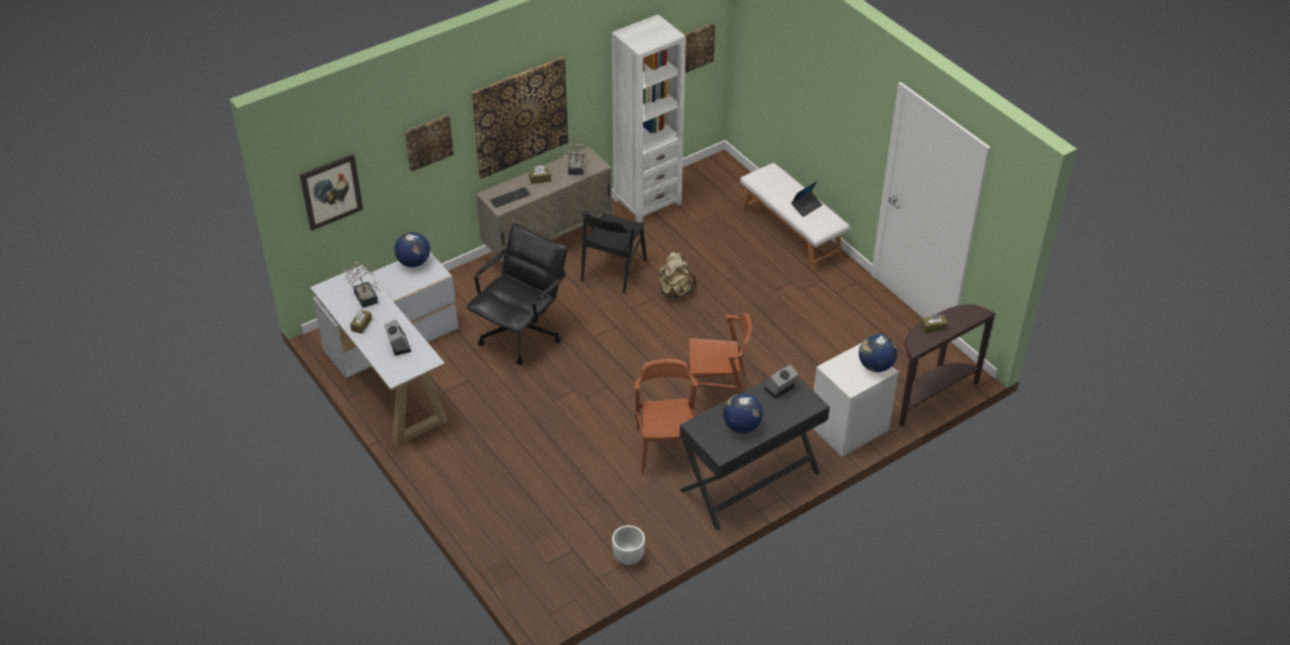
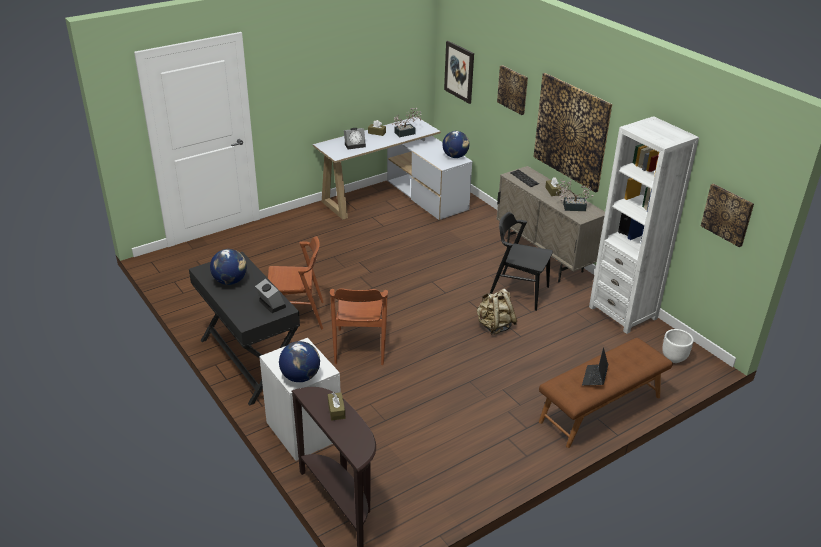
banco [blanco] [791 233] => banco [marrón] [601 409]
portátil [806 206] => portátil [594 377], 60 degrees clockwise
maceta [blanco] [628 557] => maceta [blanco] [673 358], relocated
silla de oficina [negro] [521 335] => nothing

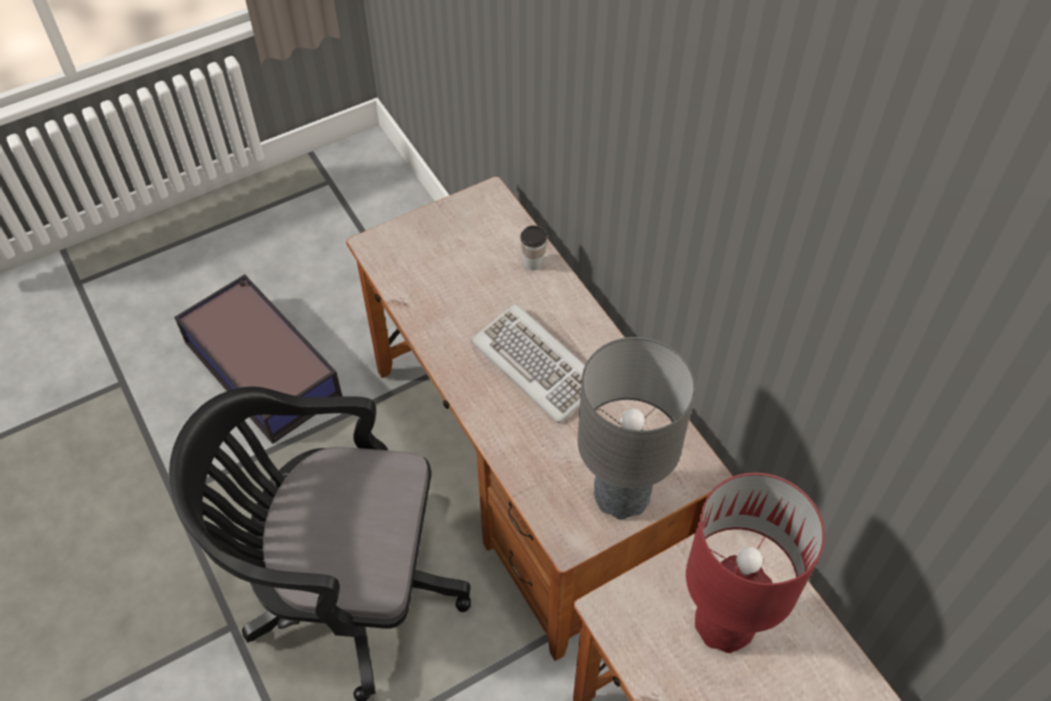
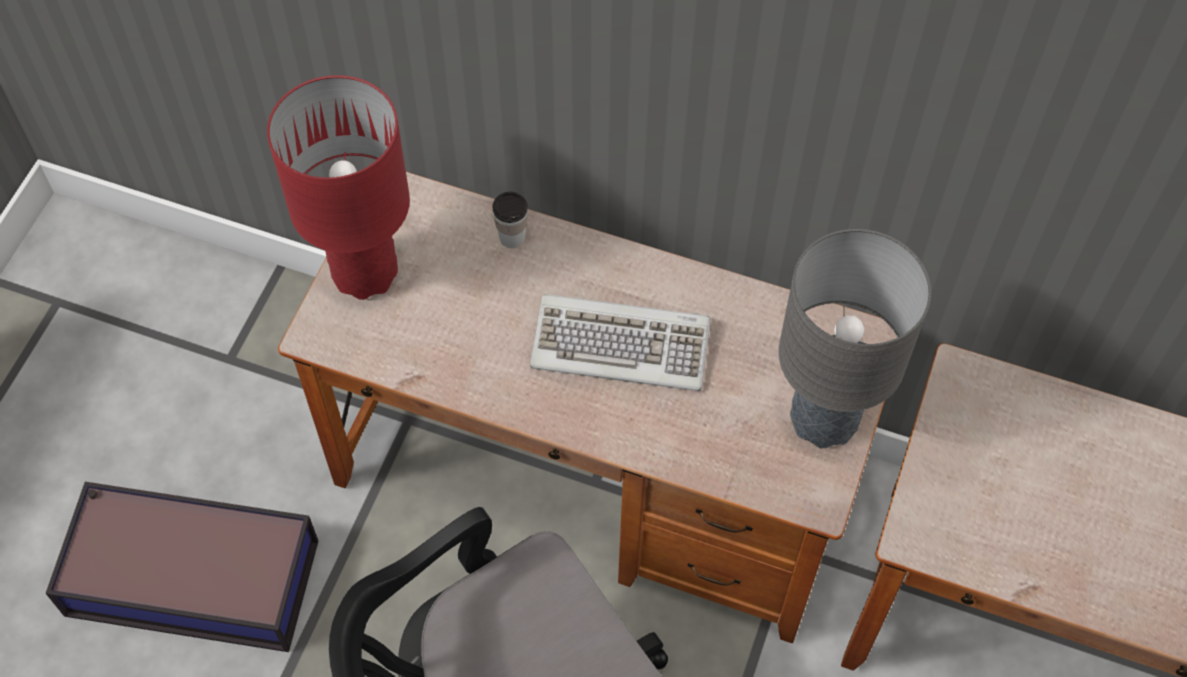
lámpara de mesa [rojo] [725 624] => lámpara de mesa [rojo] [365 272], relocated

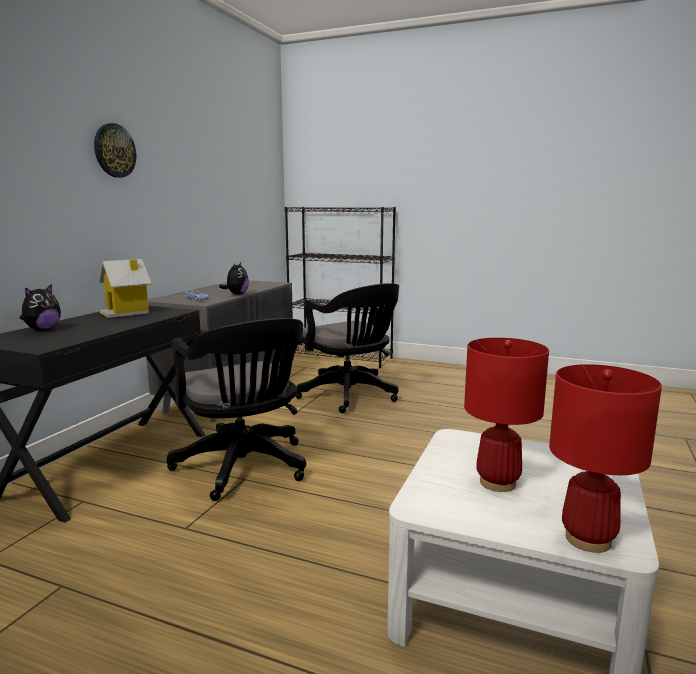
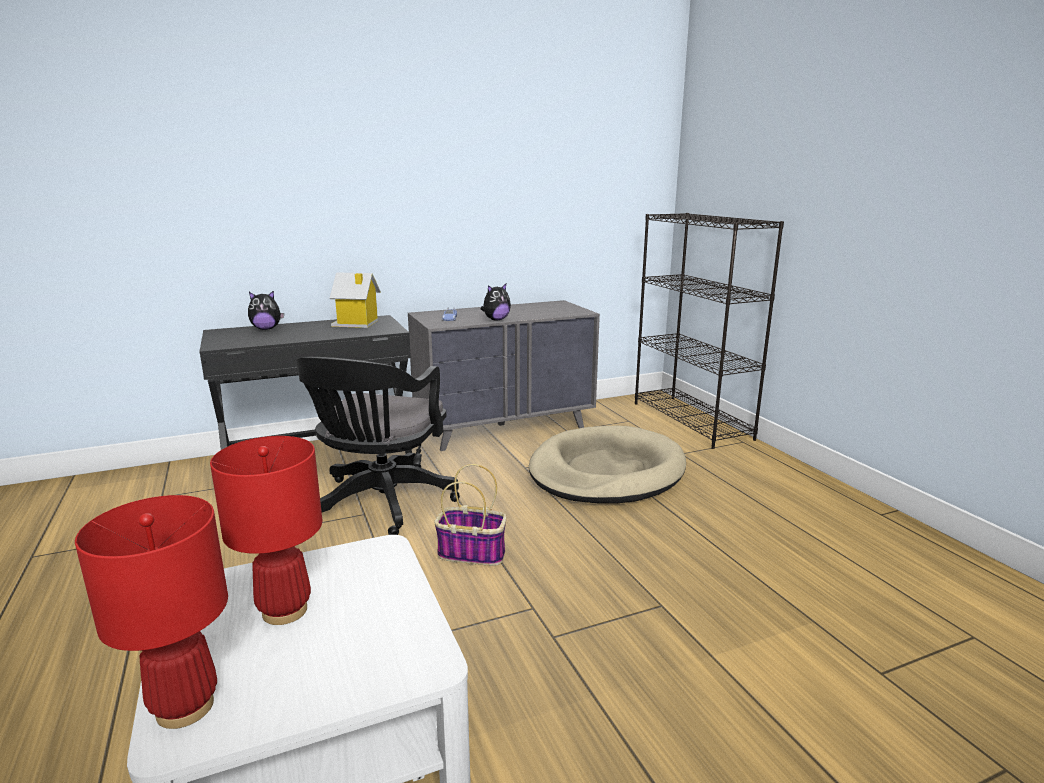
nothing => cesta [473 553]
silla de oficina [negro] [350 396] => cama para perro [beis] [606 471]
reloj de pared [114 150] => nothing

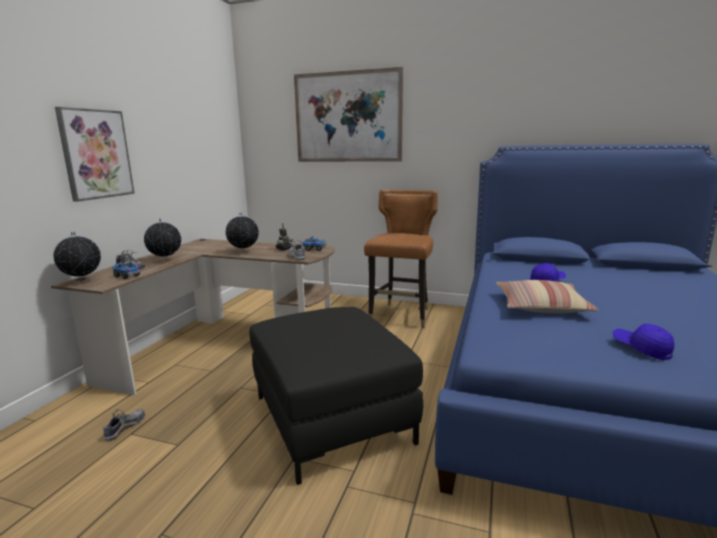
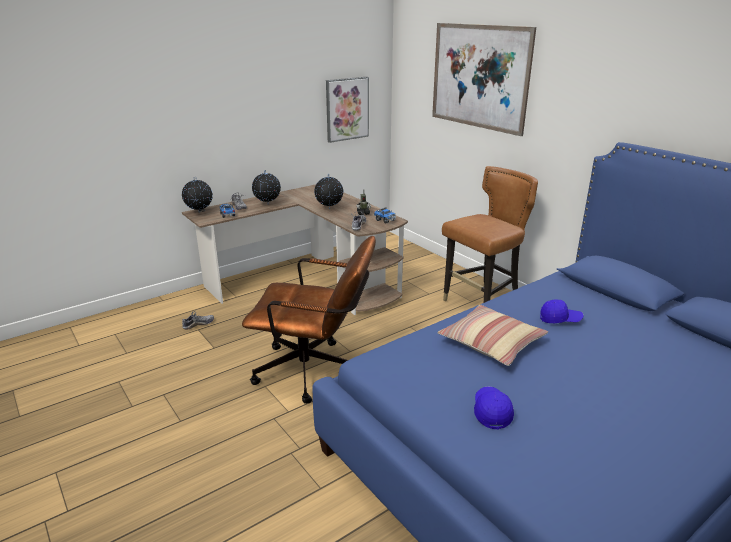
puf [negro] [332 419] => silla de oficina [marrón] [315 372]
cuadro [96 154] => cuadro [347 109], relocated

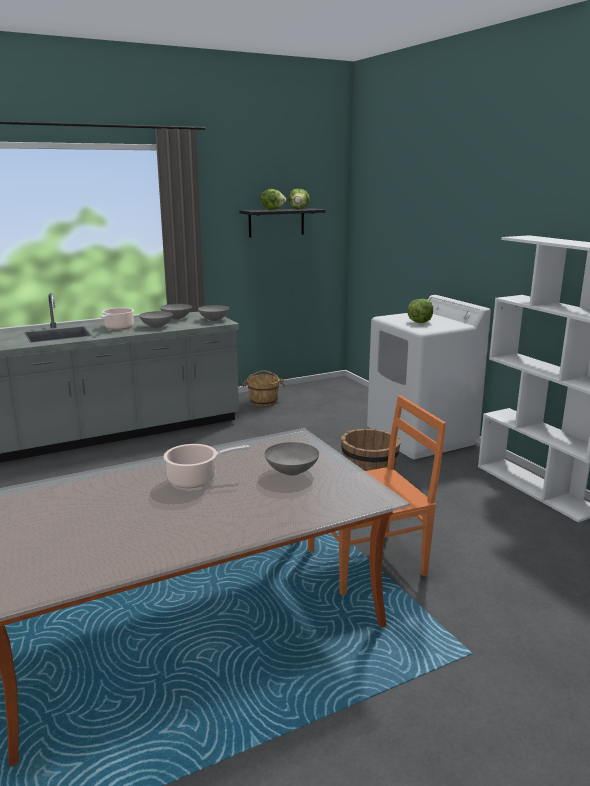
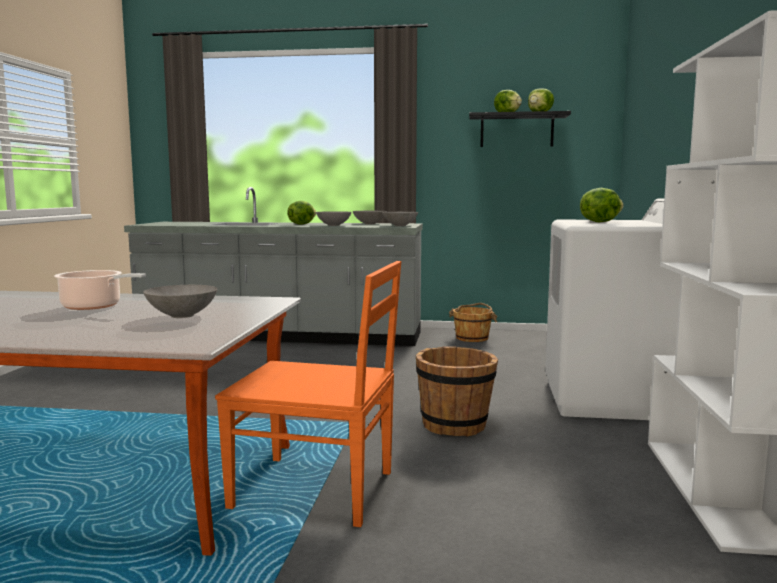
olla [118 327] => lechuga [301 224]

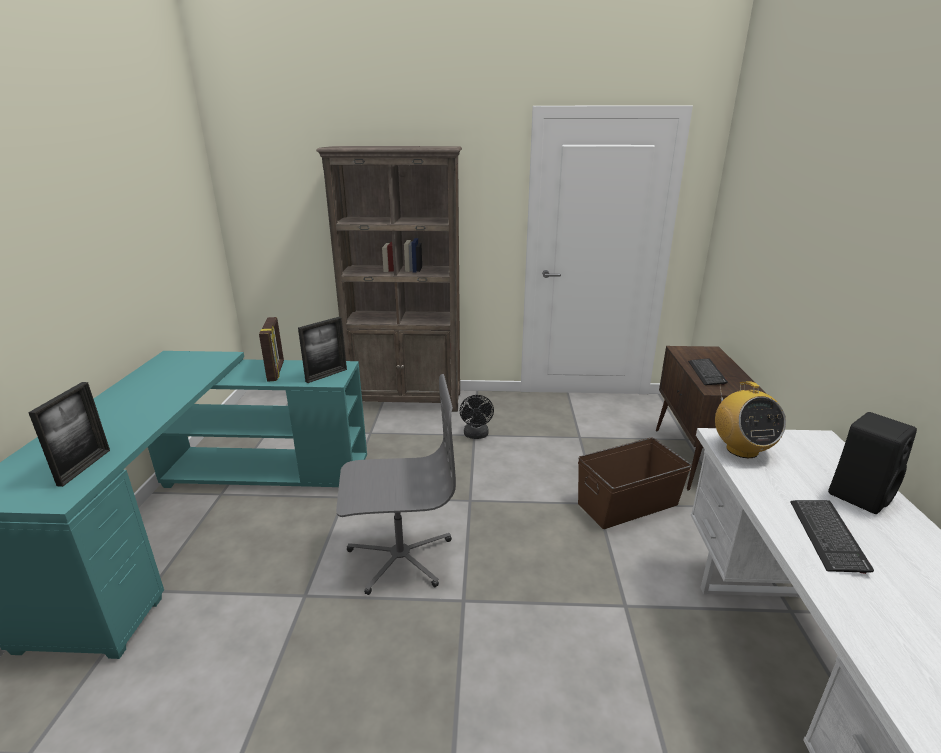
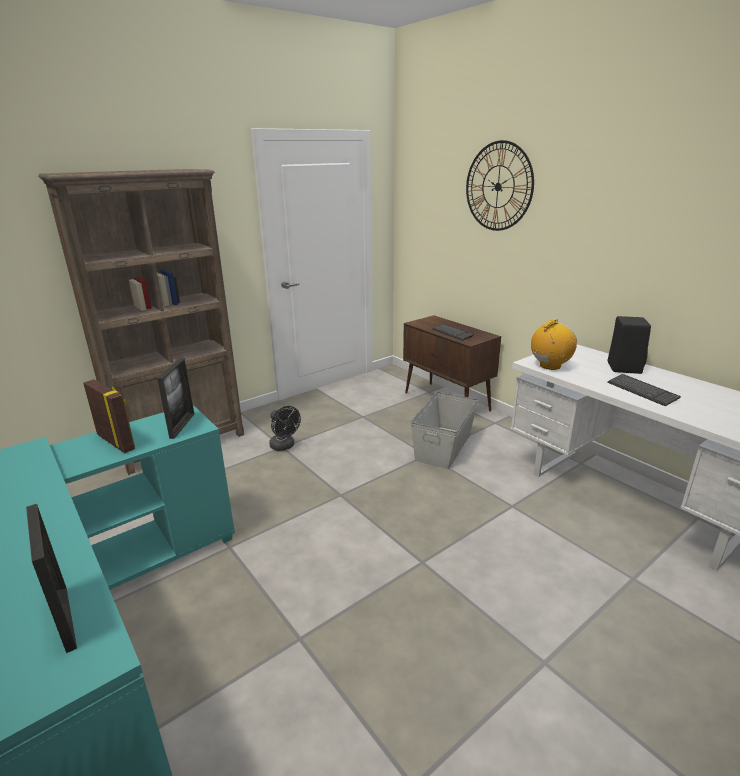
caja de almacenaje [marrón] [628 504] => caja de almacenaje [gris] [444 446]
nothing => reloj de pared [498 186]
radio [741 450] => radio [550 365], 75 degrees counterclockwise
silla de oficina [gris] [400 556] => nothing

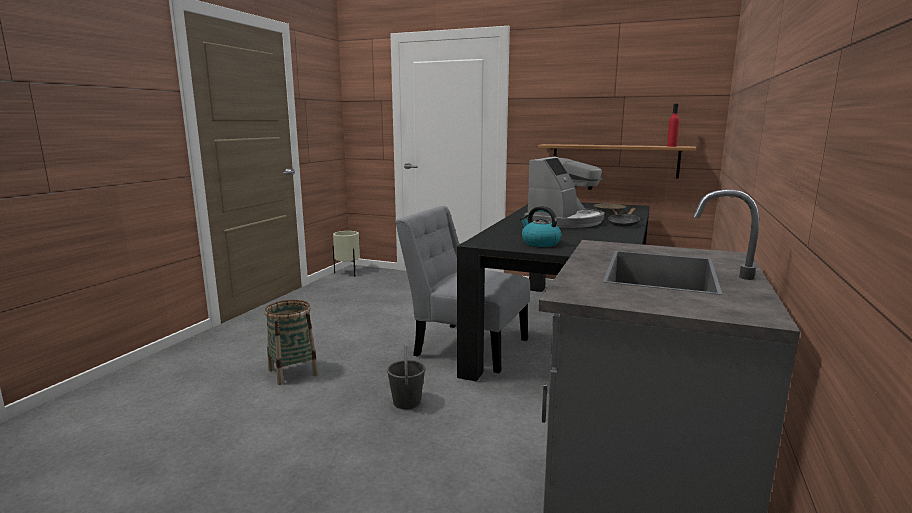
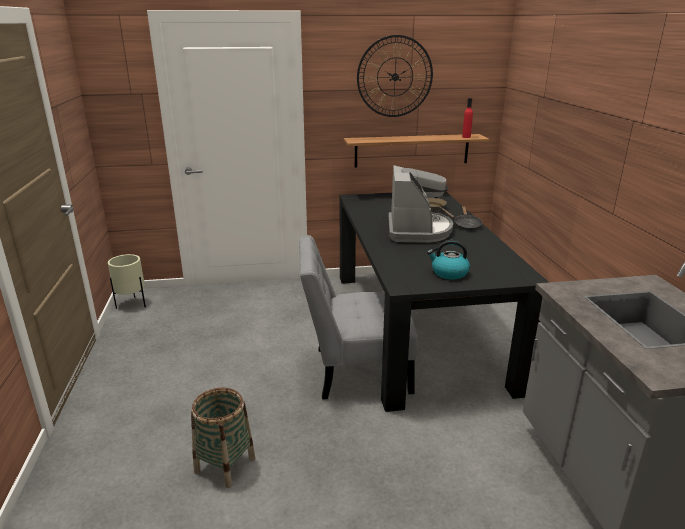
nothing => reloj de pared [395 77]
cubo [gris] [407 402] => nothing

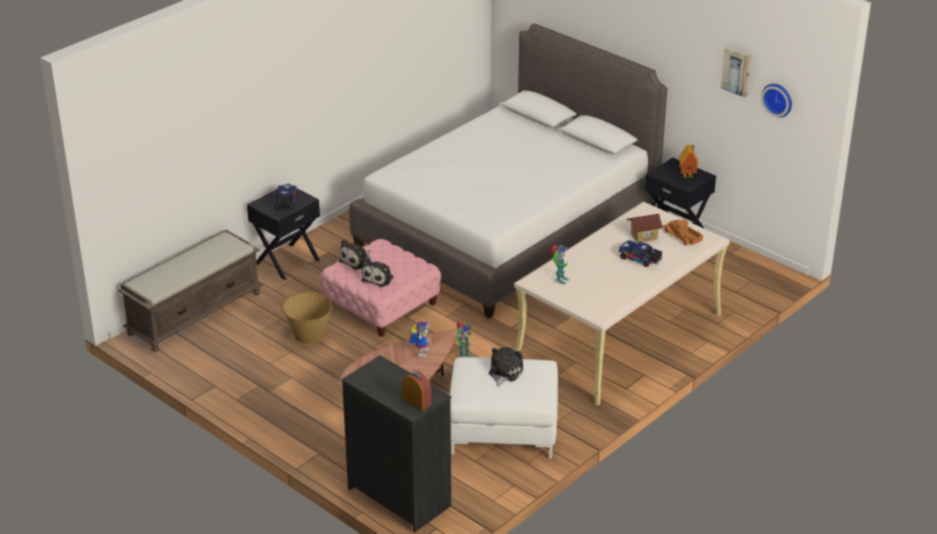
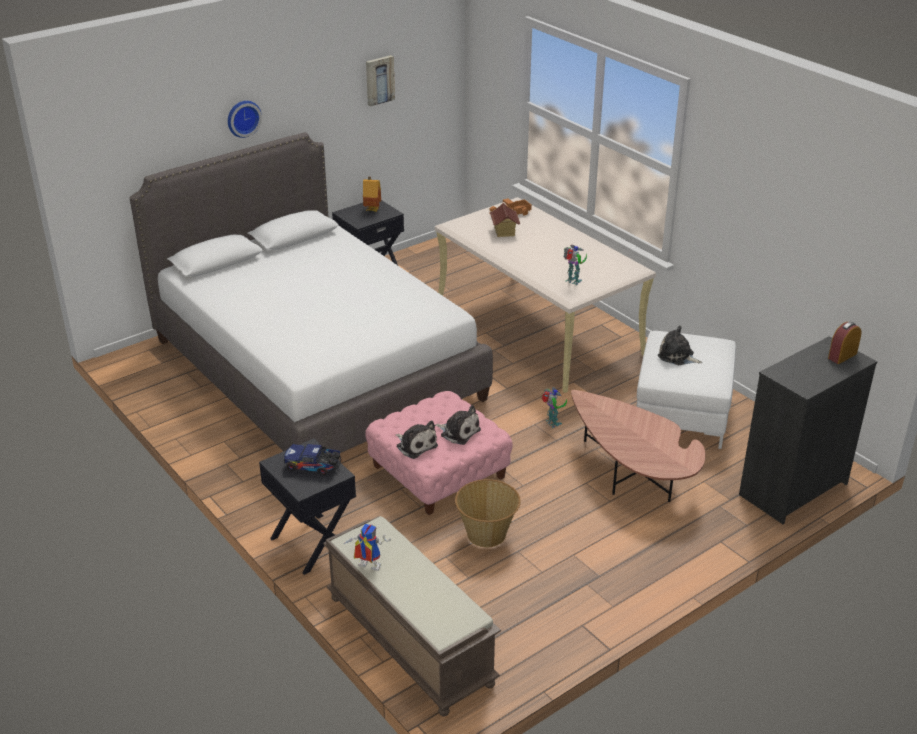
reloj de pared [778 99] => reloj de pared [243 118], relocated
robot de juguete [420 351] => robot de juguete [366 567], relocated
camión de juguete [640 259] => nothing

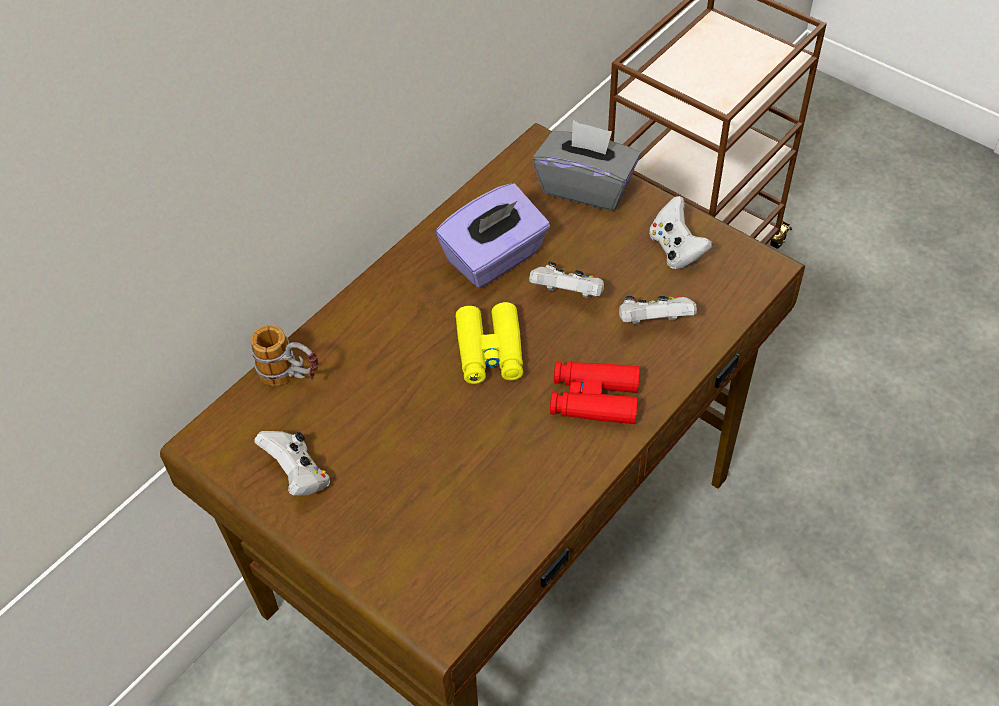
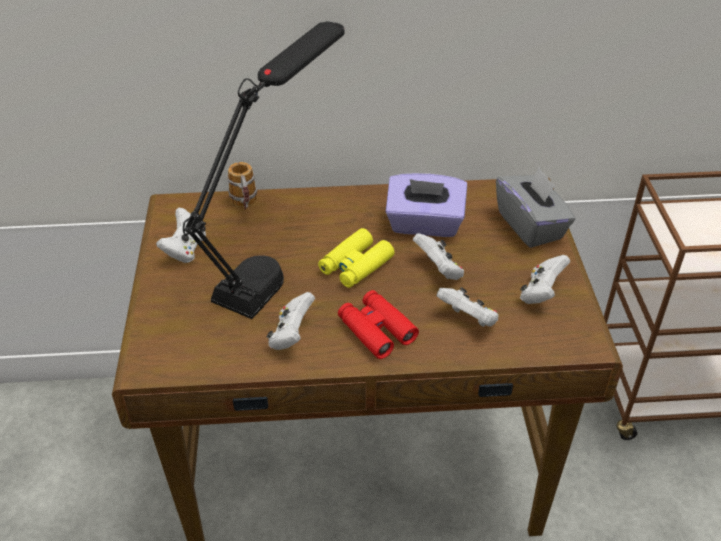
nothing => lámpara de mesa [negro] [279 259]
nothing => mando de consola [blanco] [291 335]

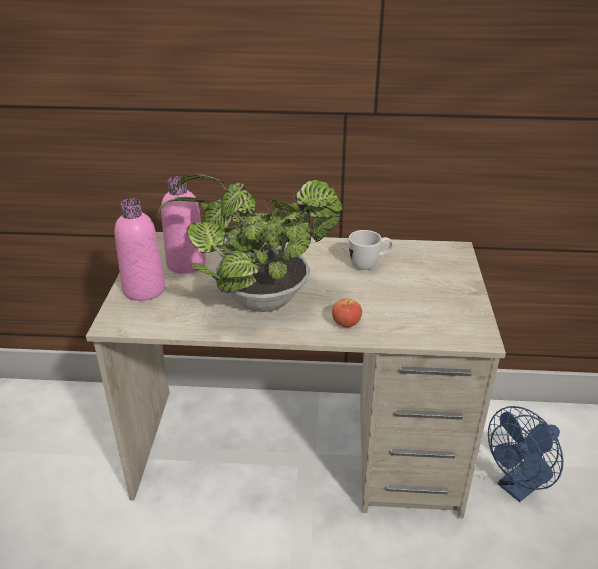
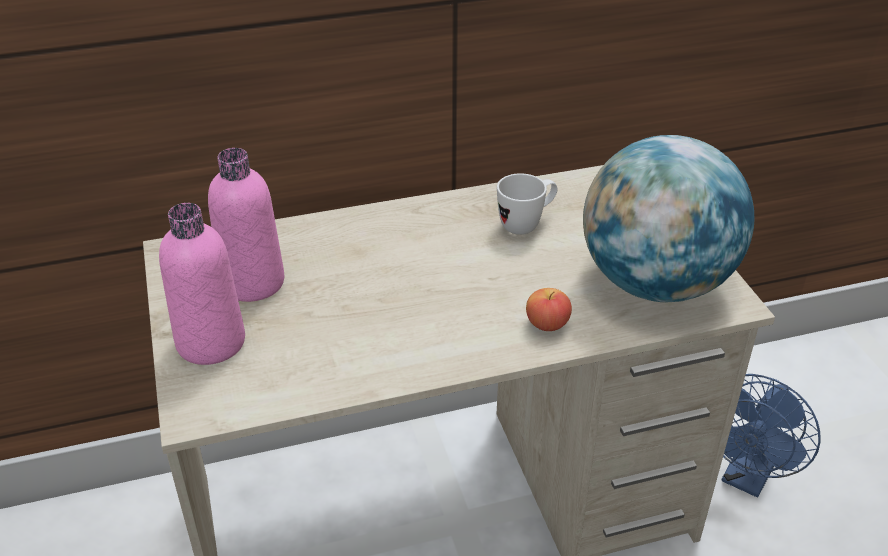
nothing => globo terráqueo [655 283]
planta en maceta [256 300] => nothing

